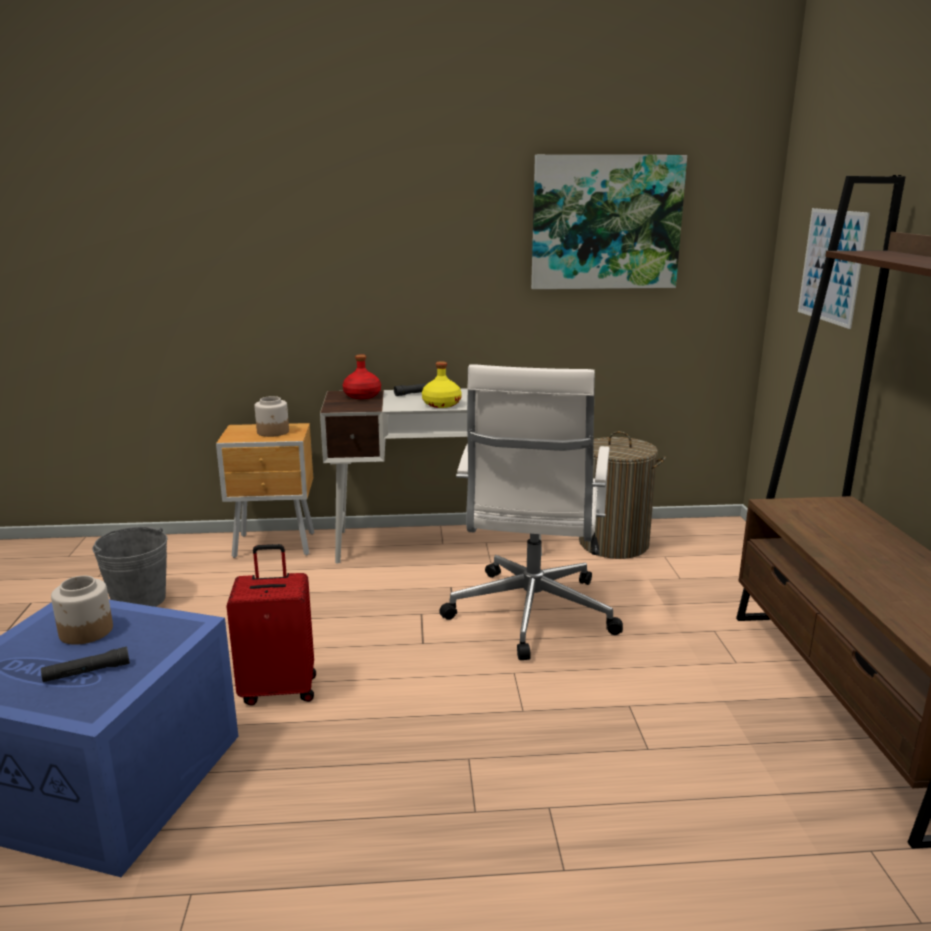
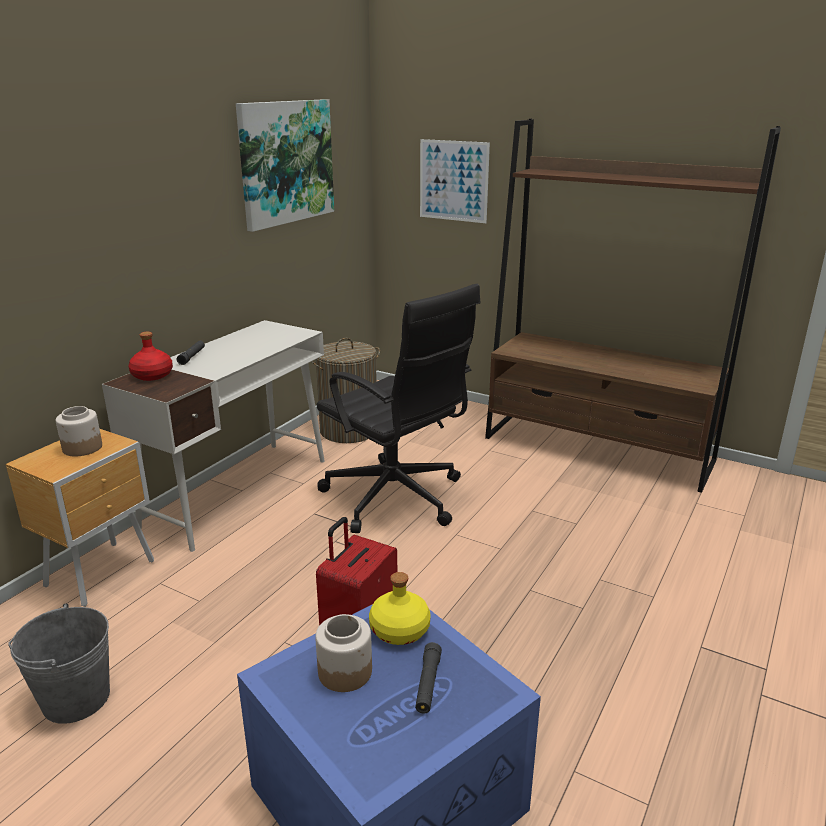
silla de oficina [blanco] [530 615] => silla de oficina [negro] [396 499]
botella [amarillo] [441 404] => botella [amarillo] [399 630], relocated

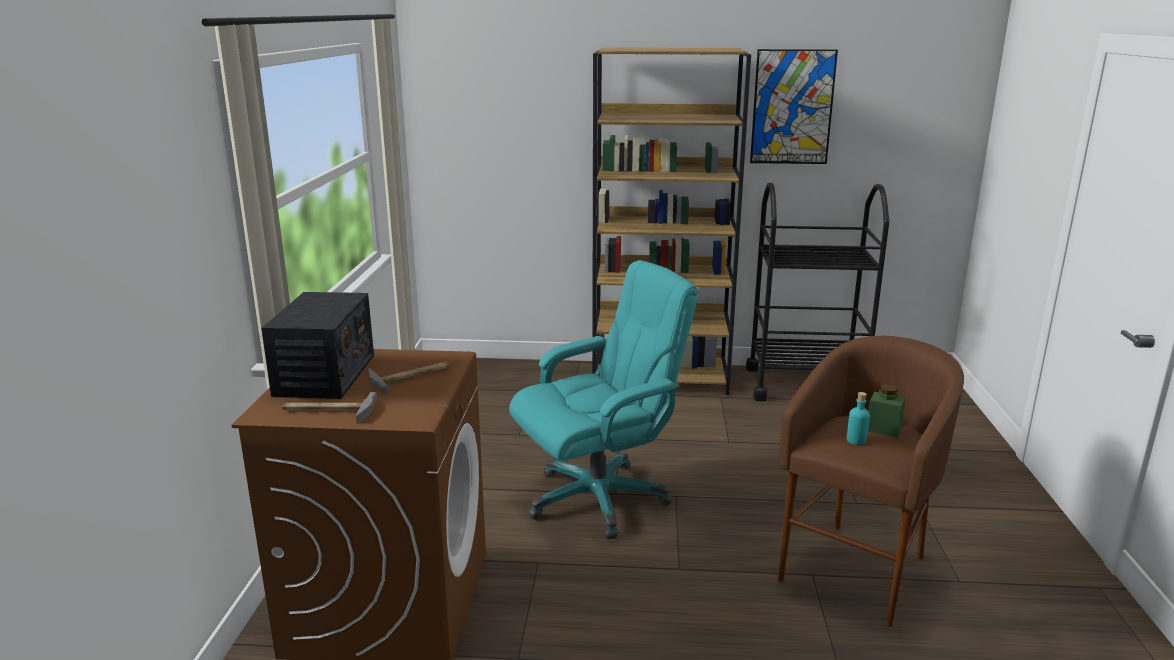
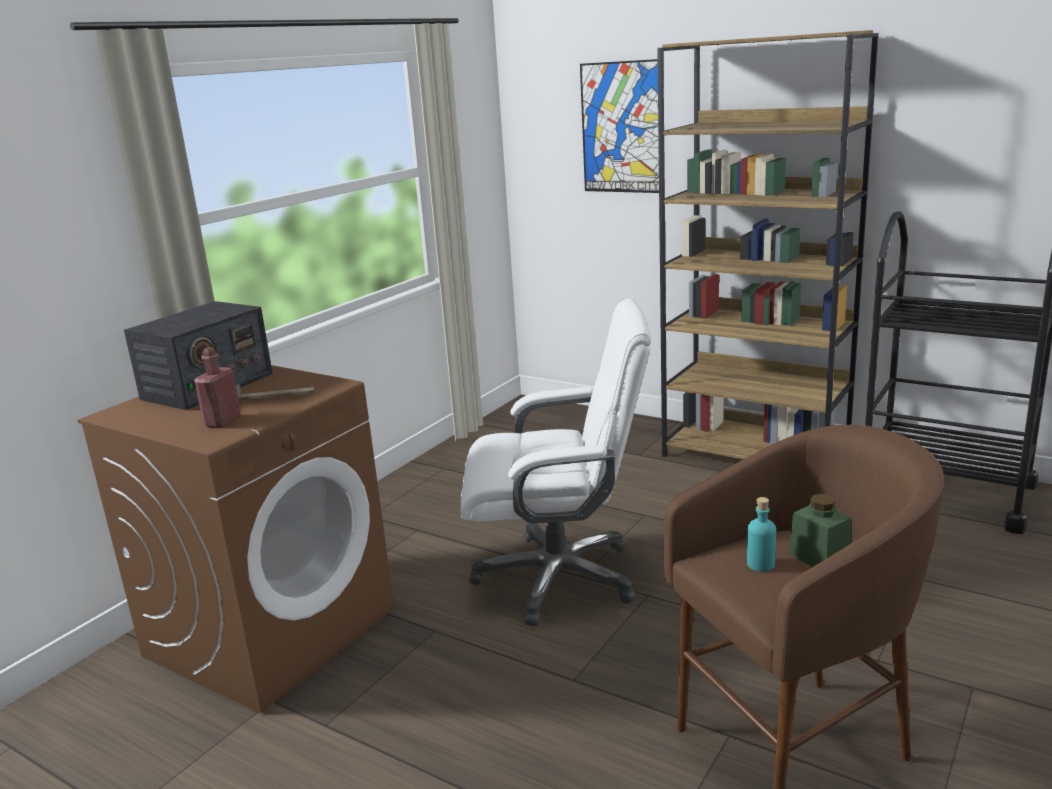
nothing => botella [rojo] [222 421]
silla de oficina [turquesa] [599 498] => silla de oficina [blanco] [559 577]
cuadro [792 107] => cuadro [621 128], relocated
martillo [328 411] => nothing

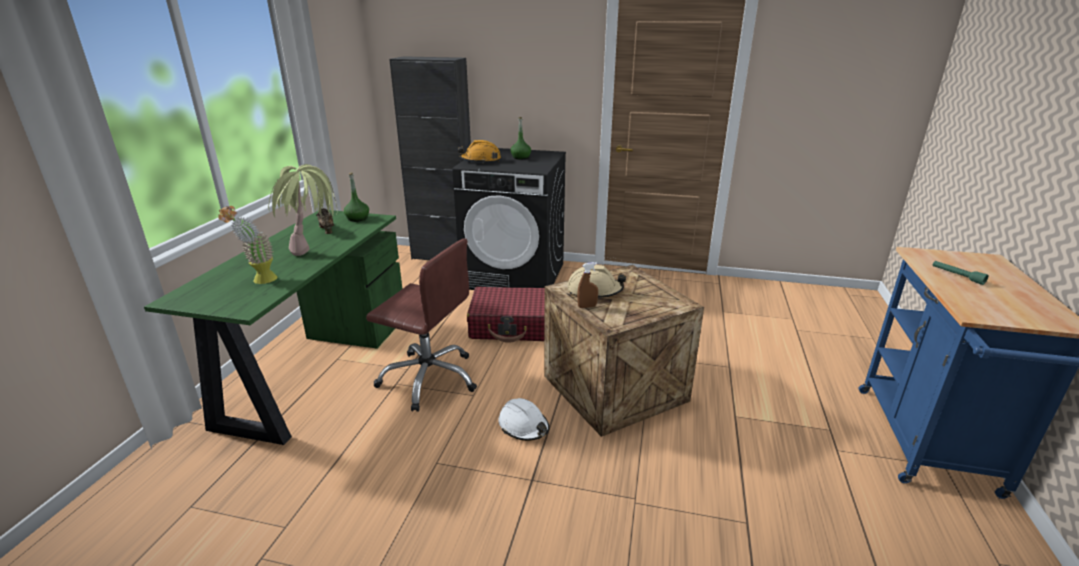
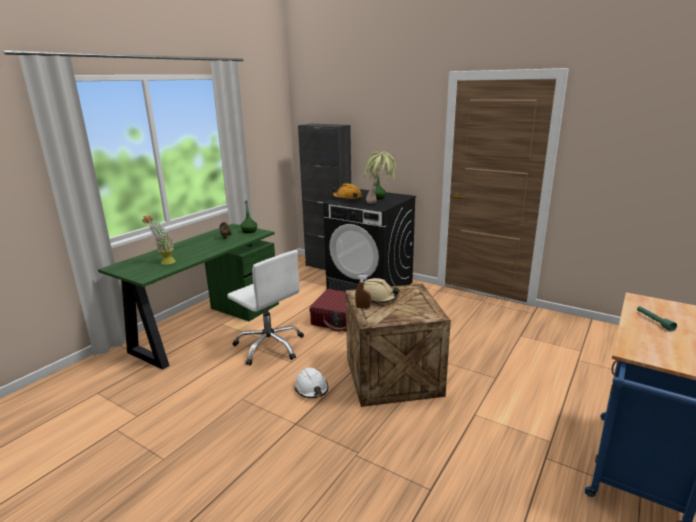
silla de oficina [marrón] [429 378] => silla de oficina [blanco] [270 346]
planta en maceta [315 258] => planta en maceta [380 205], relocated

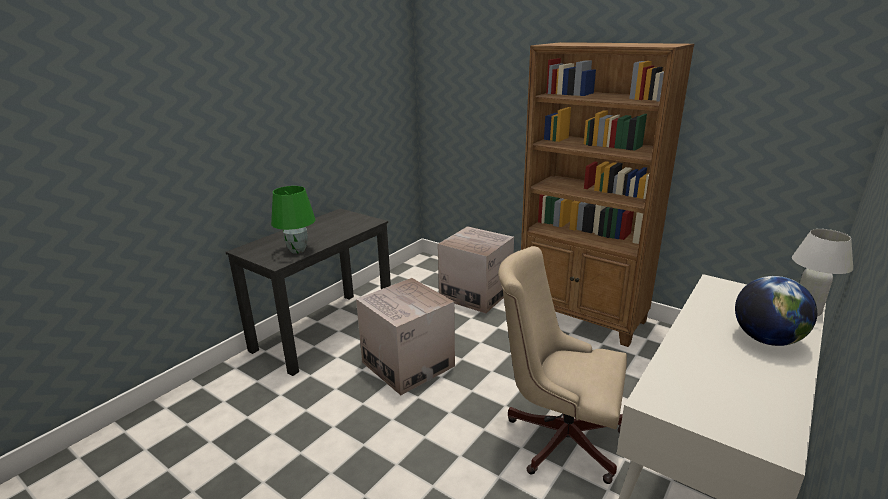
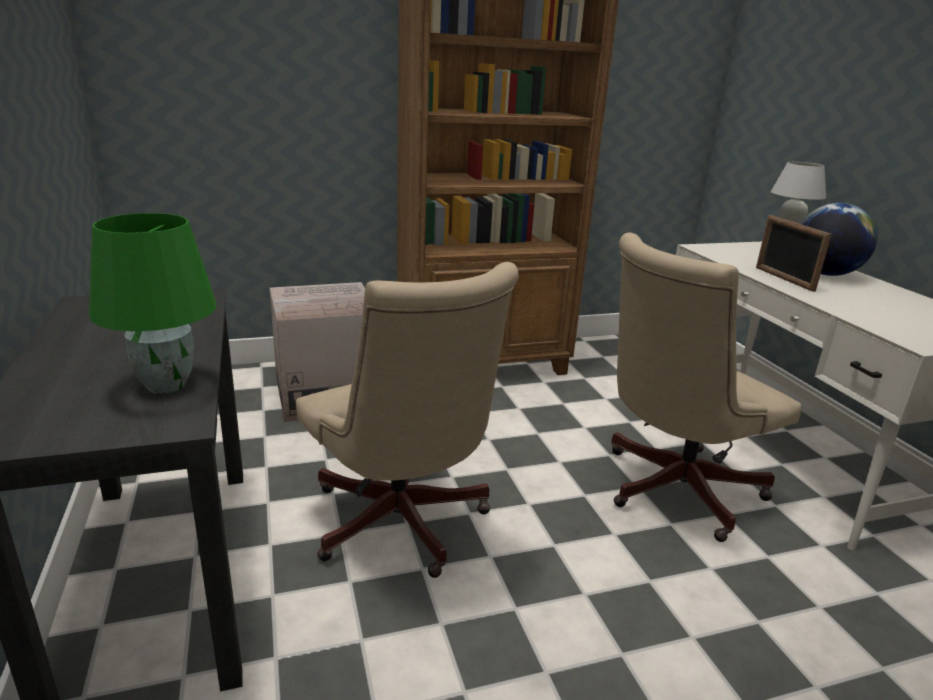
caja de cartón [408 364] => silla de oficina [beis] [402 527]
nothing => portarretratos [783 279]

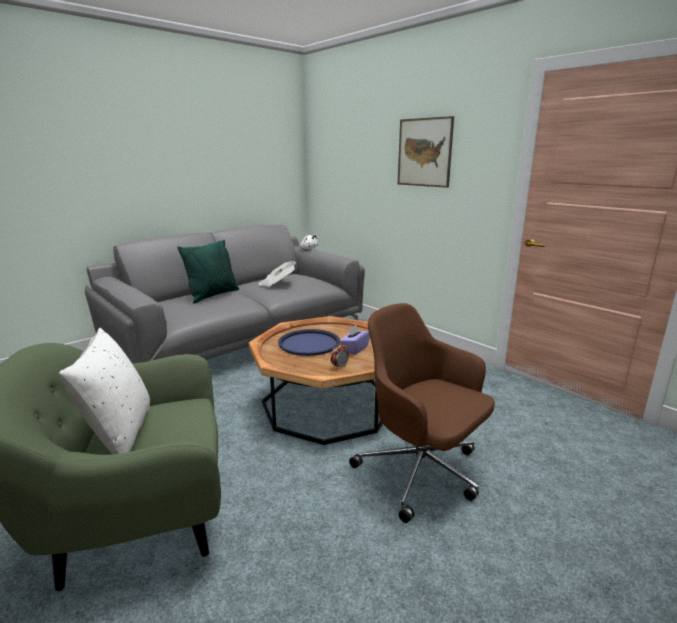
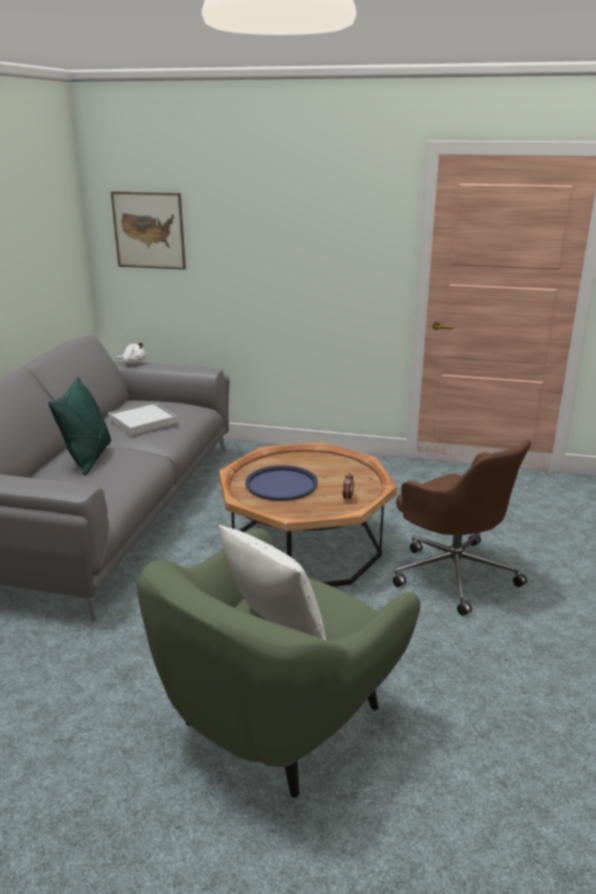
periódico [277 283] => bandeja [blanco] [142 421]
cuadro [424 152] => cuadro [149 230], relocated
silla de oficina [marrón] [421 472] => silla de oficina [marrón] [453 572], 135 degrees counterclockwise
caja de pañuelos [morado] [354 349] => nothing

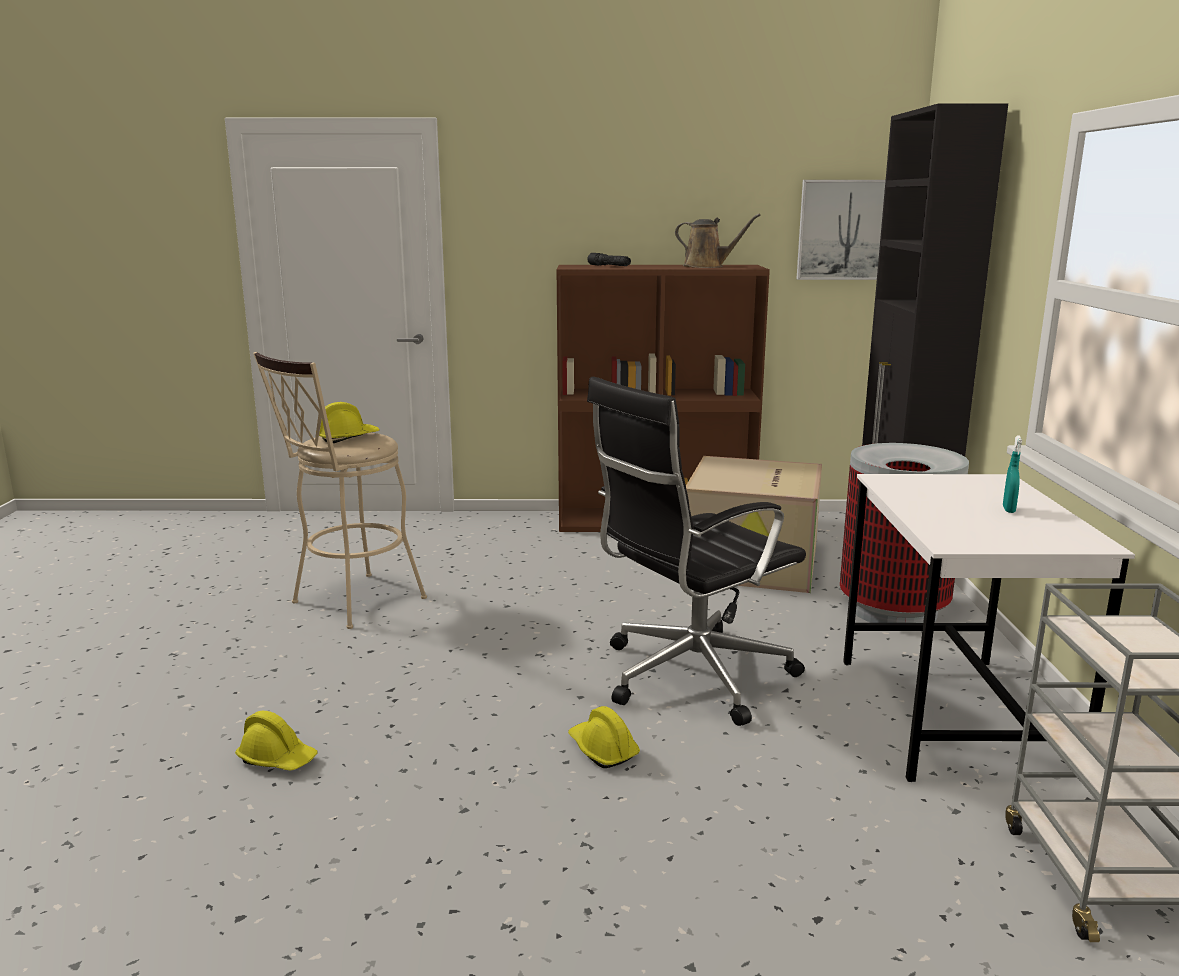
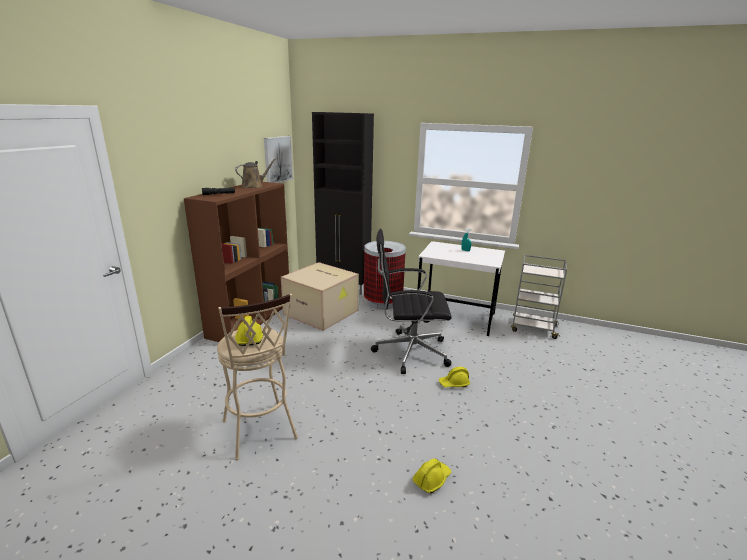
silla de oficina [negro] [690 676] => silla de oficina [negro] [409 352], 105 degrees clockwise

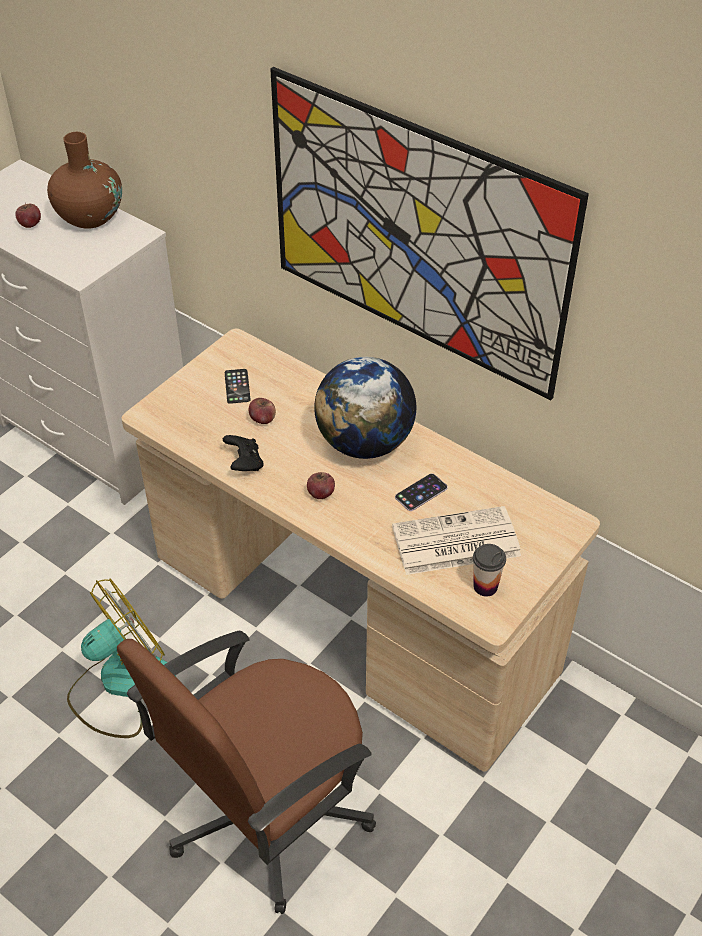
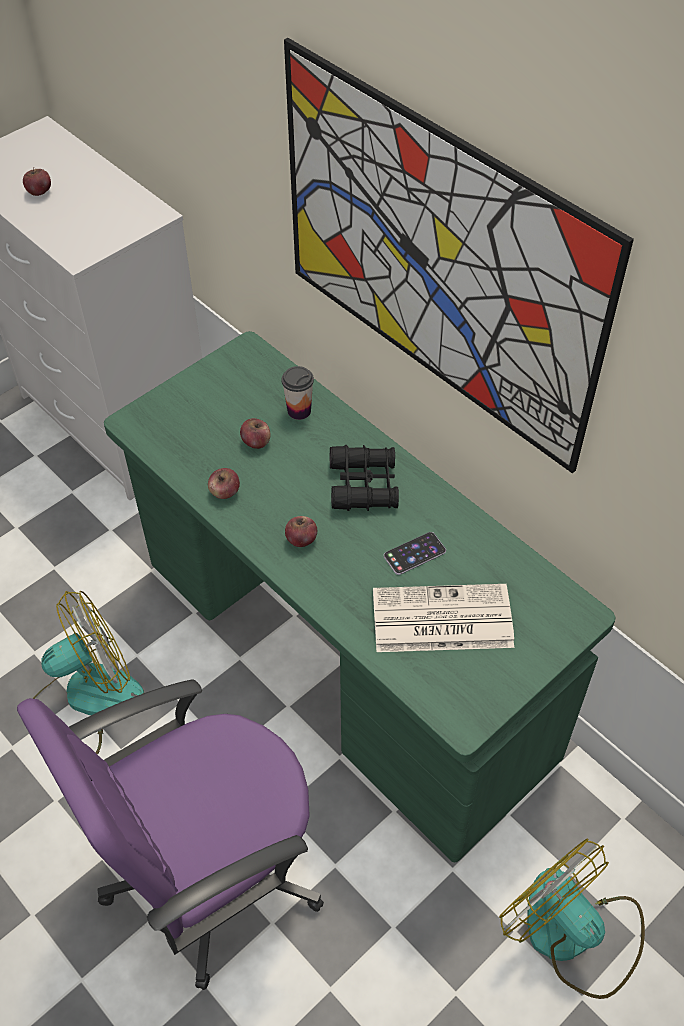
silla de oficina [marrón] [266 813] => silla de oficina [morado] [209 871]
escritorio [beis] [351 615] => escritorio [verde] [344 658]
mando de consola [negro] [244 463] => manzana [225 492]
taza [485 586] => taza [299 411], relocated
globo terráqueo [365 443] => prismáticos [negro] [364 485]
nothing => ventilador [572 933]
florero [marrón] [90 217] => nothing
móvil [237 386] => nothing

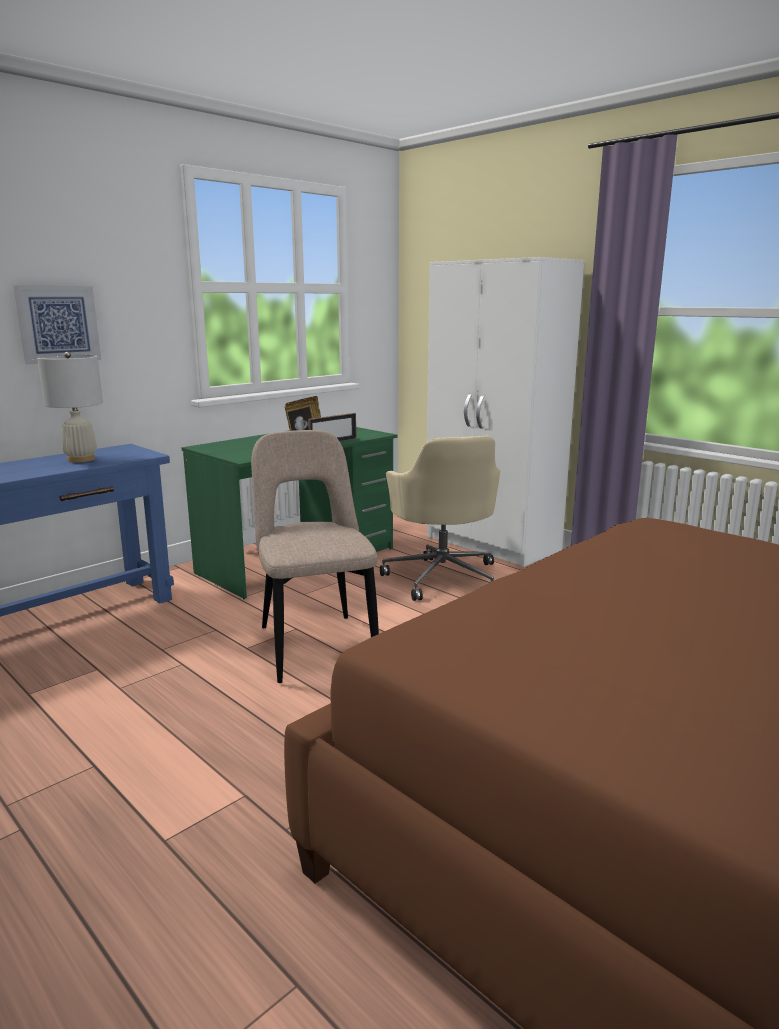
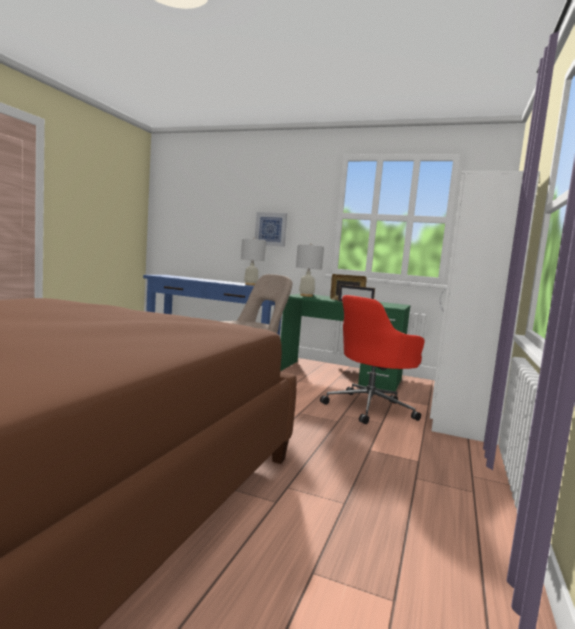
nothing => lámpara de mesa [blanco] [306 296]
silla de oficina [beis] [442 577] => silla de oficina [rojo] [370 408]

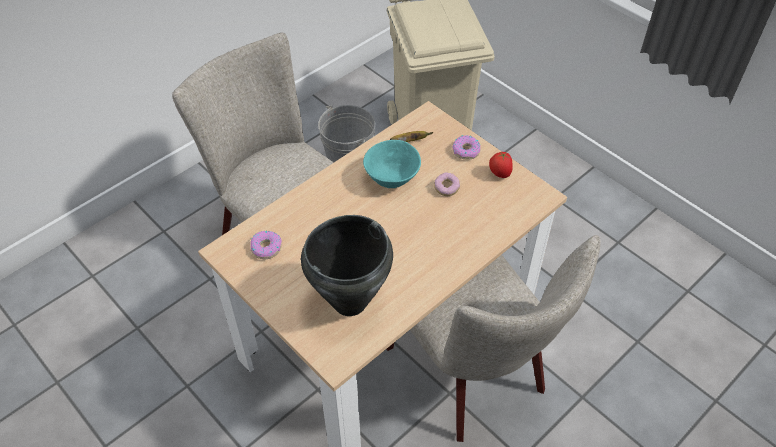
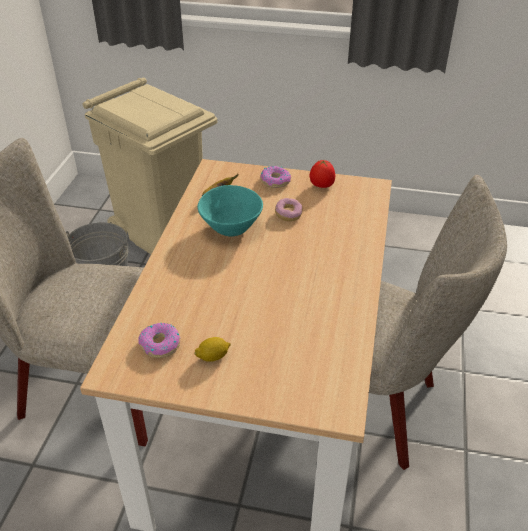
nothing => limón [213 356]
olla [negro] [349 302] => nothing

